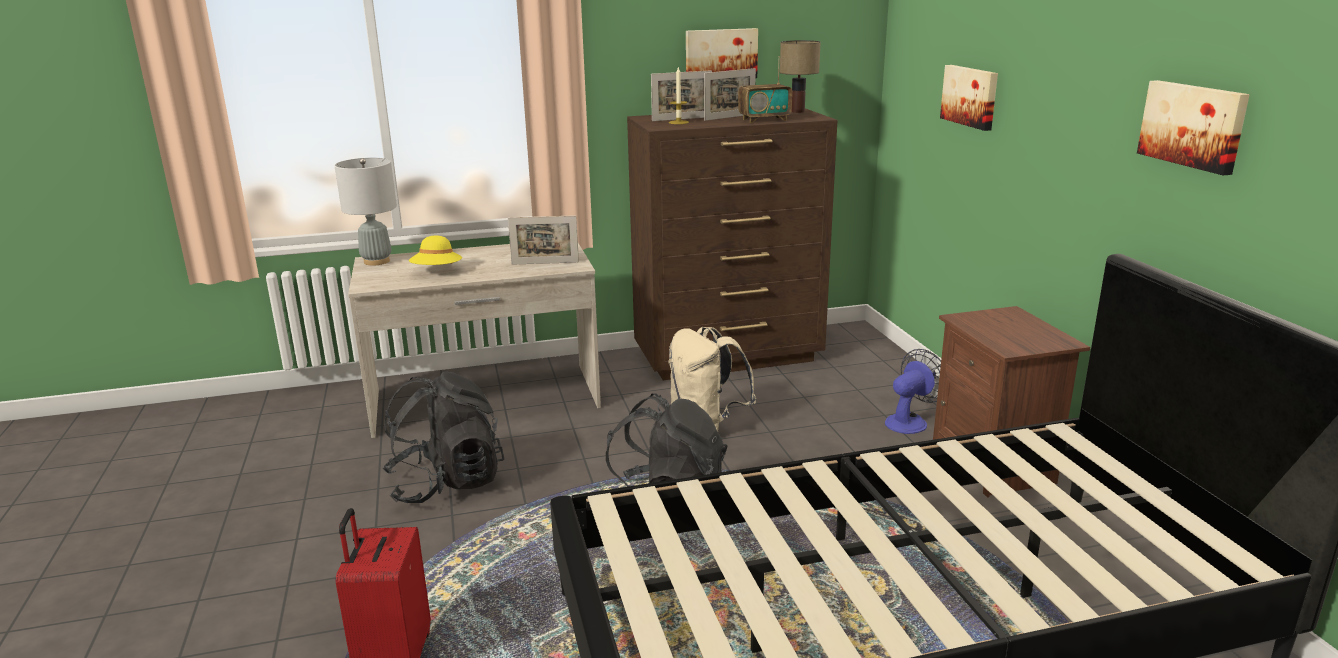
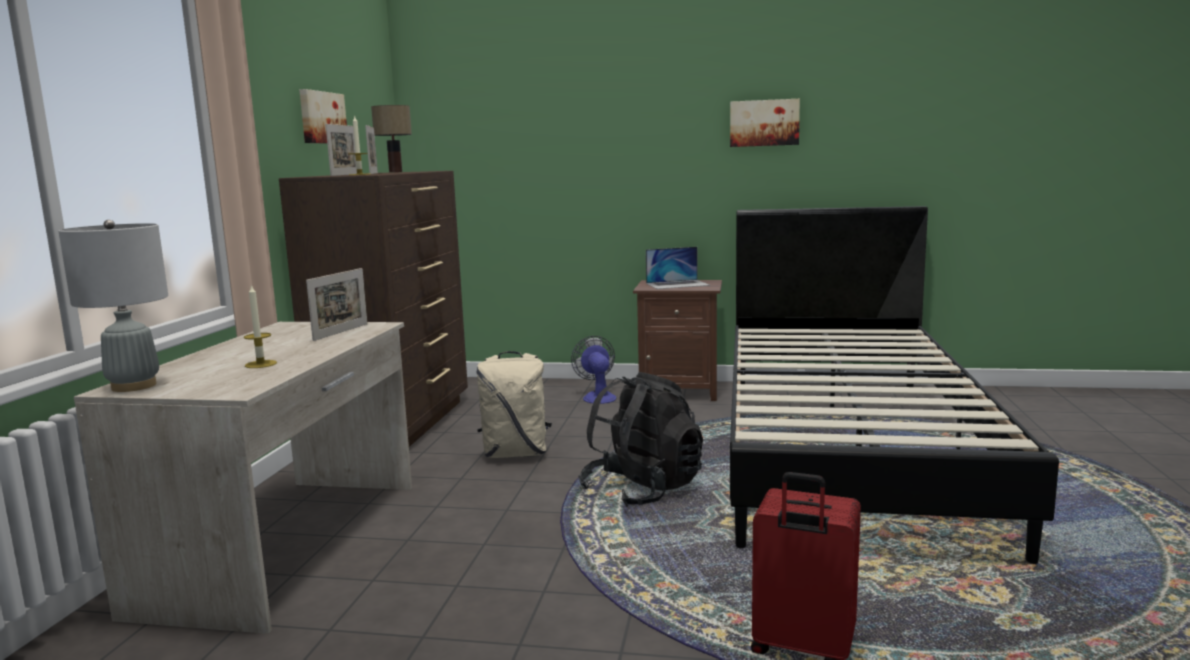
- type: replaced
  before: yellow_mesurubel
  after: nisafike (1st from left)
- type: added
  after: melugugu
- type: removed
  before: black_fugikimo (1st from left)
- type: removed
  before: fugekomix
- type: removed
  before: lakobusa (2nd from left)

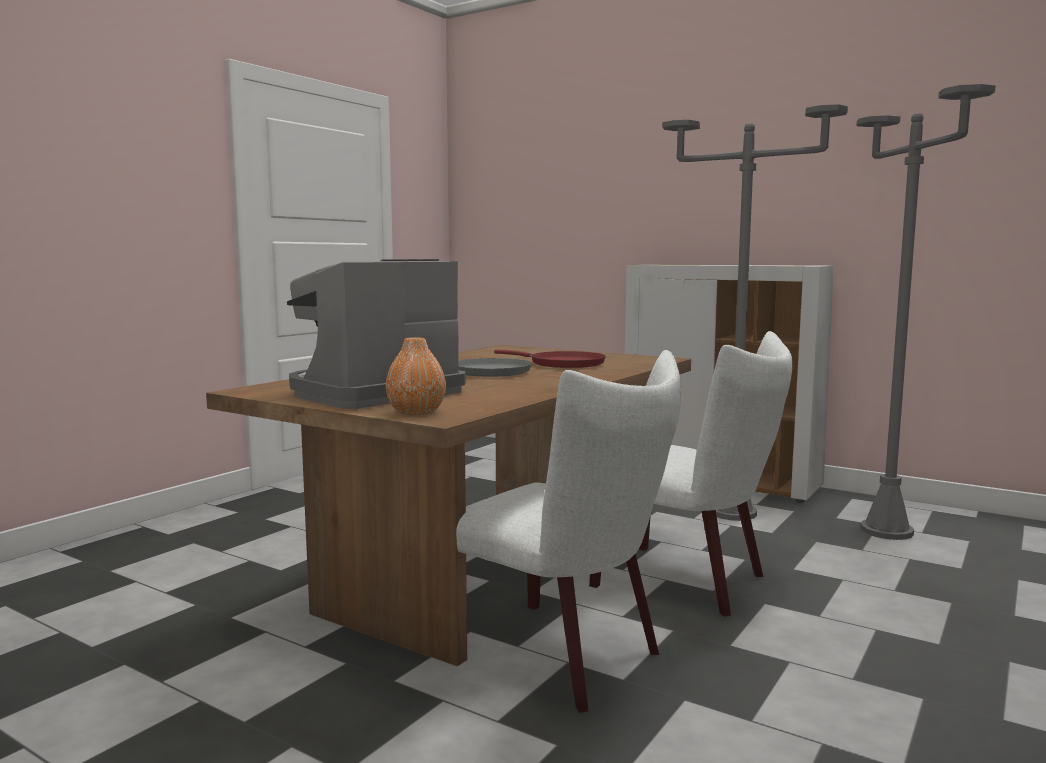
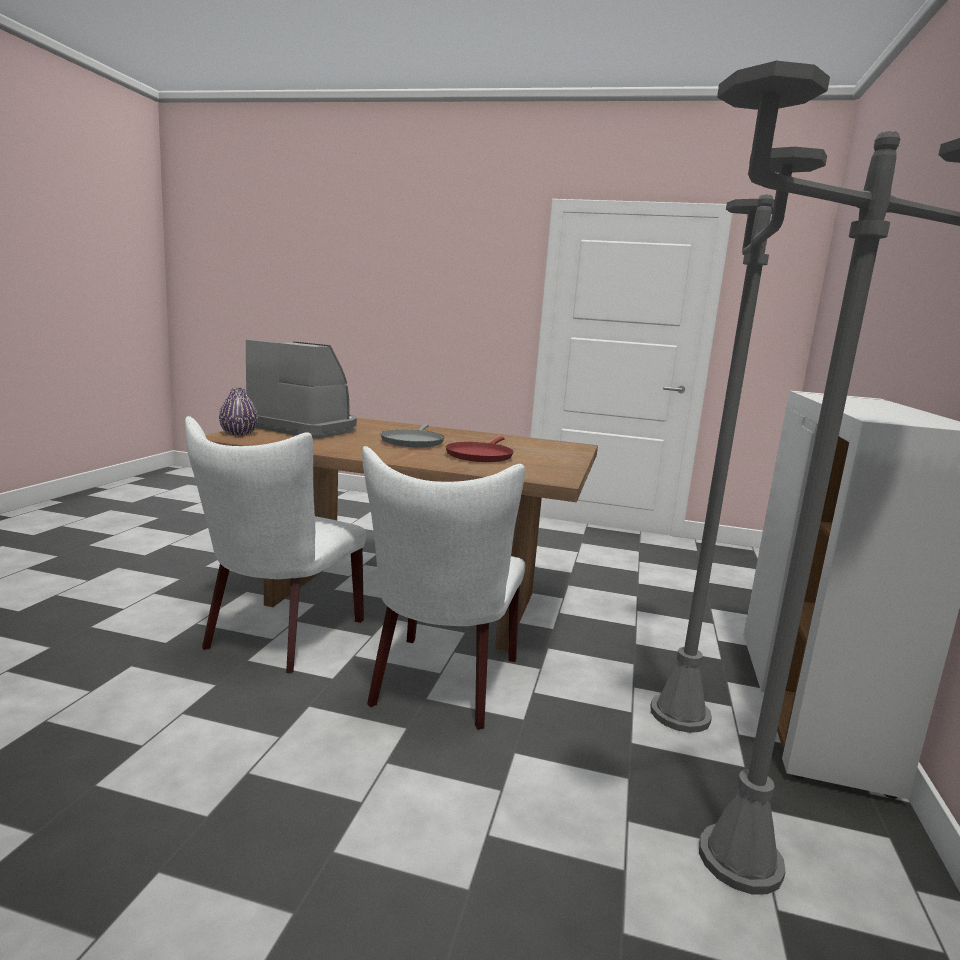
- type: recoloured
  before: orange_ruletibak
  after: purple_ruletibak

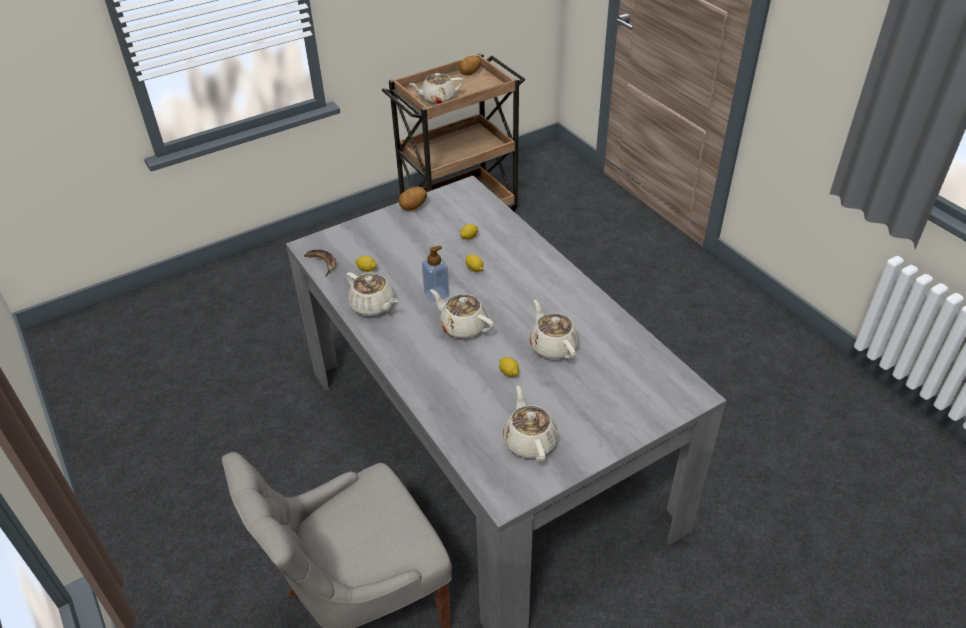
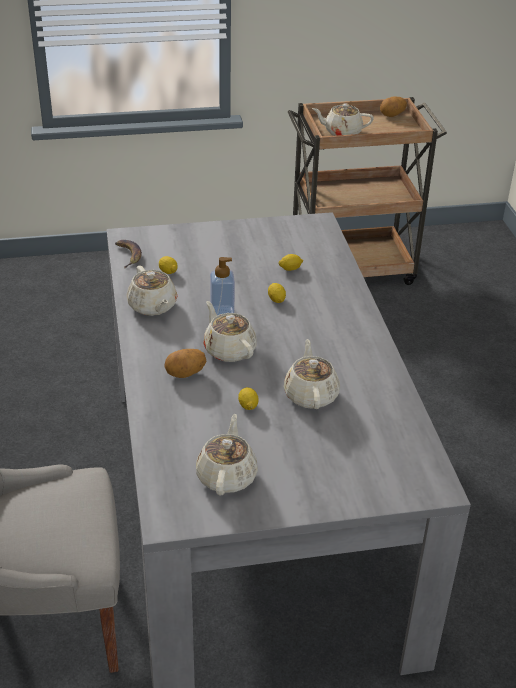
- type: moved
  before: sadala (1st from left)

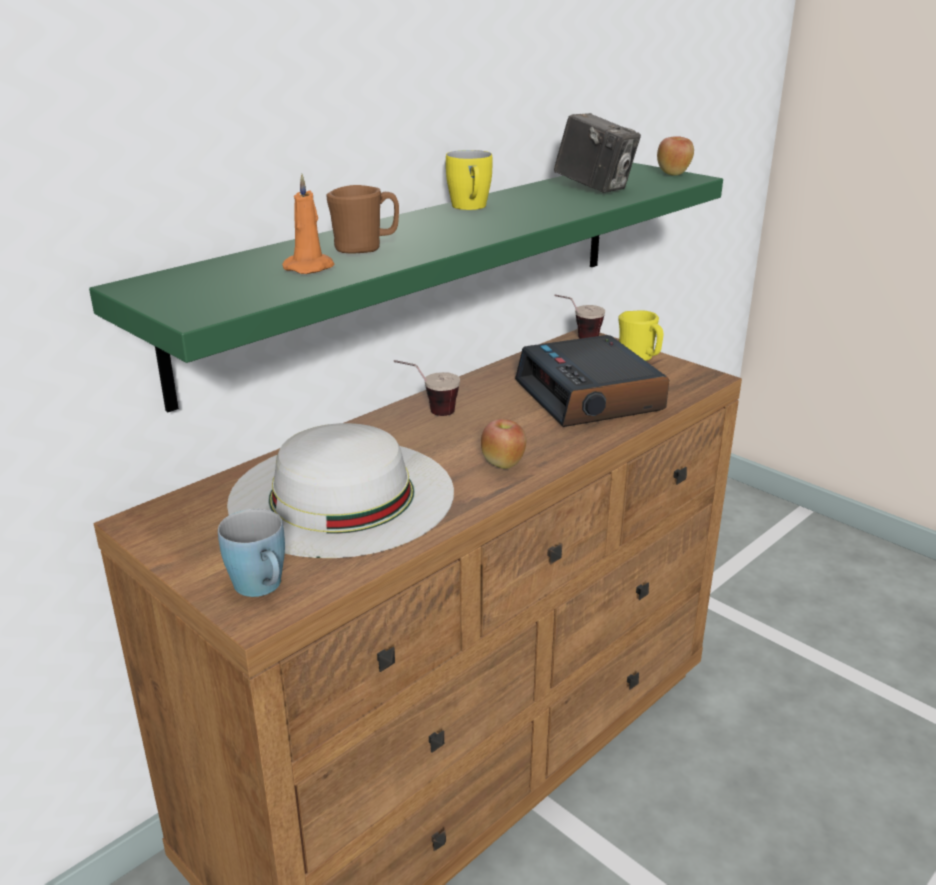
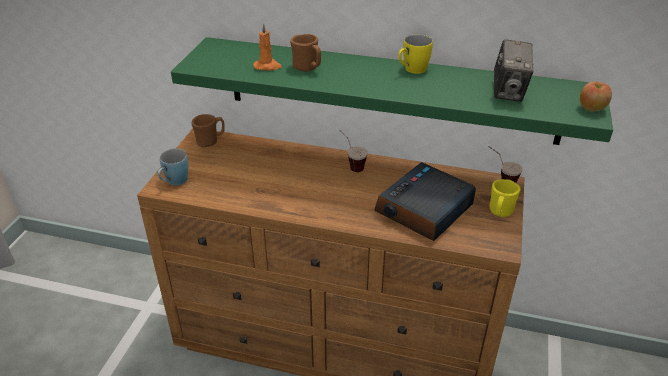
- type: added
  after: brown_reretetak (1st from left)
- type: removed
  before: white_mesurubel
- type: removed
  before: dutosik (1st from left)

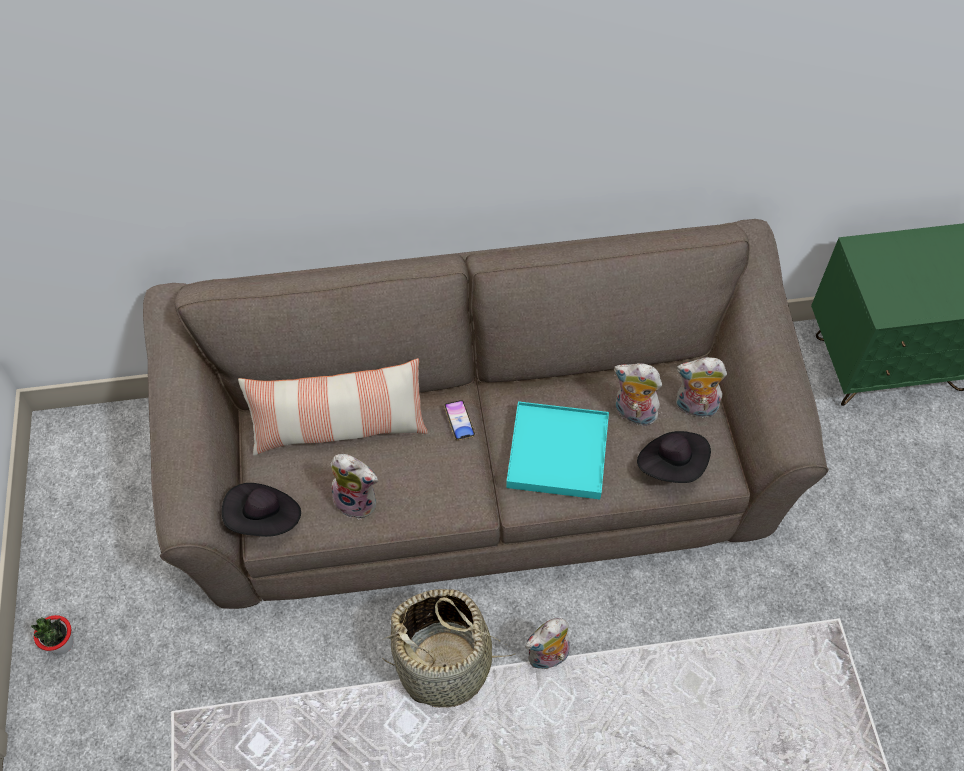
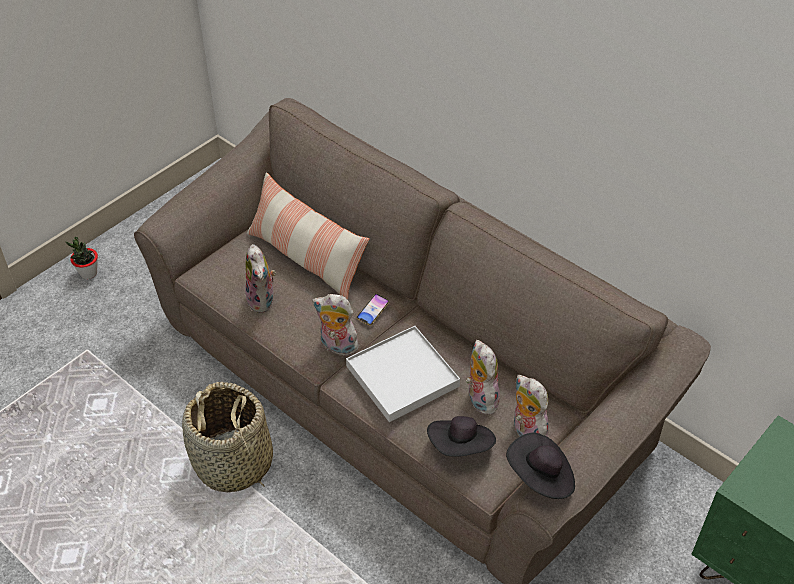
- type: moved
  before: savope (2nd from left)
- type: recoloured
  before: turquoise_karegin
  after: white_karegin
- type: moved
  before: black_mesurubel (1st from left in the first image)
  after: black_mesurubel (2nd from left)

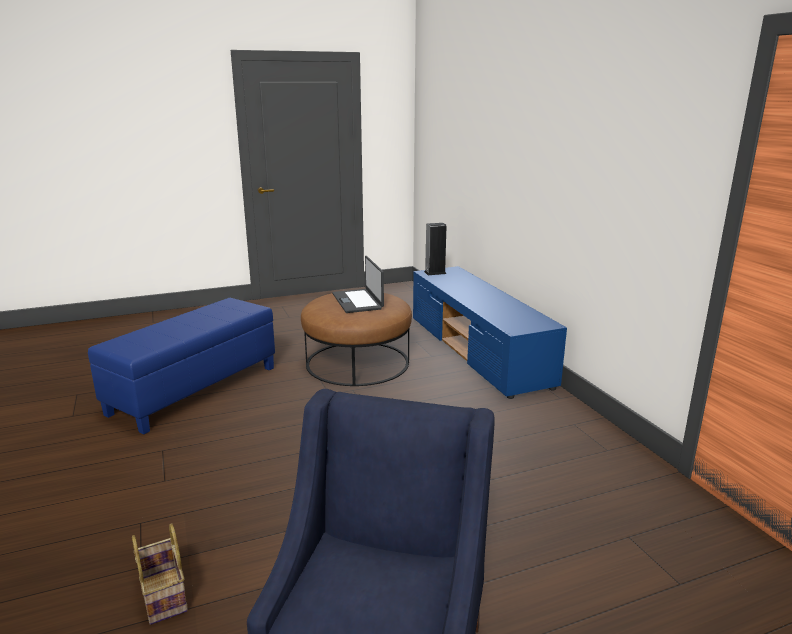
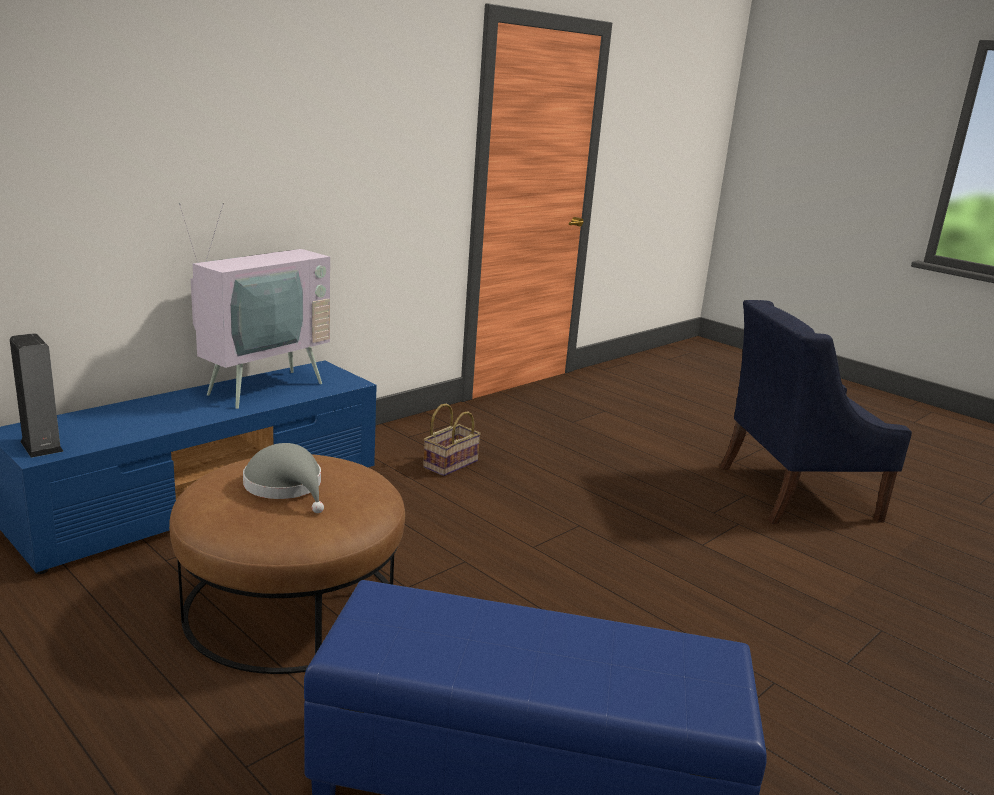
- type: added
  after: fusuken
- type: replaced
  before: melugugu
  after: grey_mesurubel
- type: moved
  before: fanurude

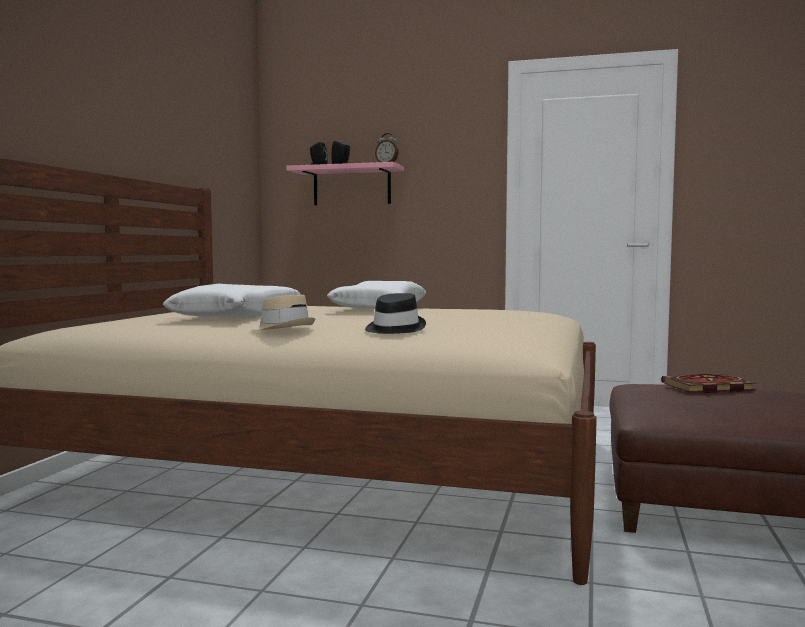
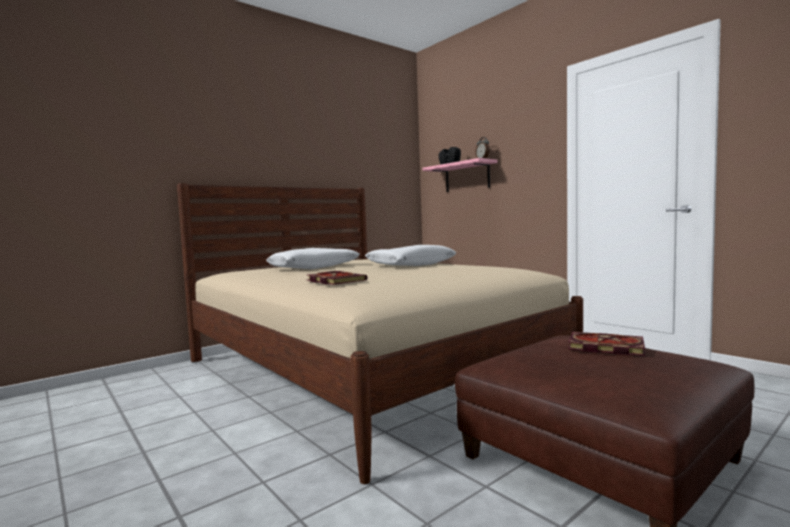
- type: replaced
  before: black_mesurubel
  after: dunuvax (1st from left)
- type: removed
  before: beige_mesurubel

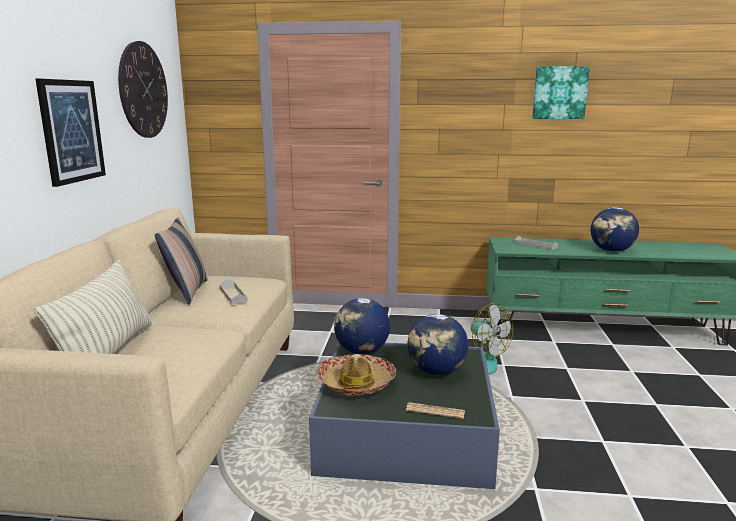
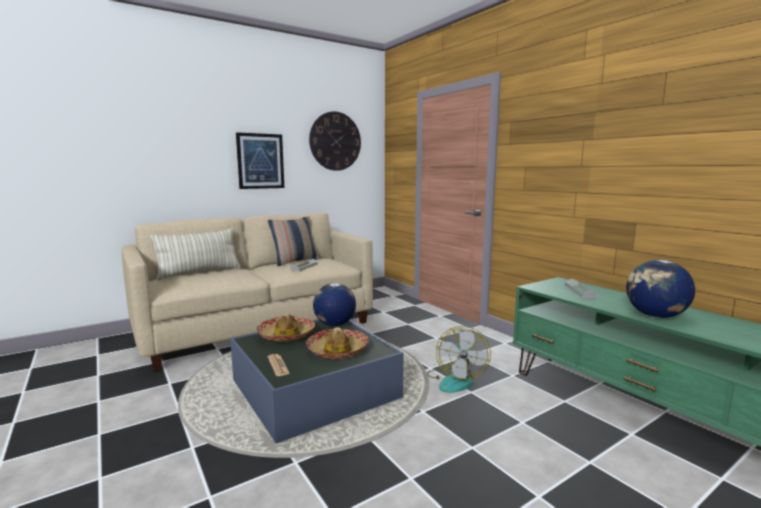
- type: replaced
  before: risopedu (2nd from left)
  after: mesurubel (2nd from left)
- type: removed
  before: lakobusa (2nd from left)

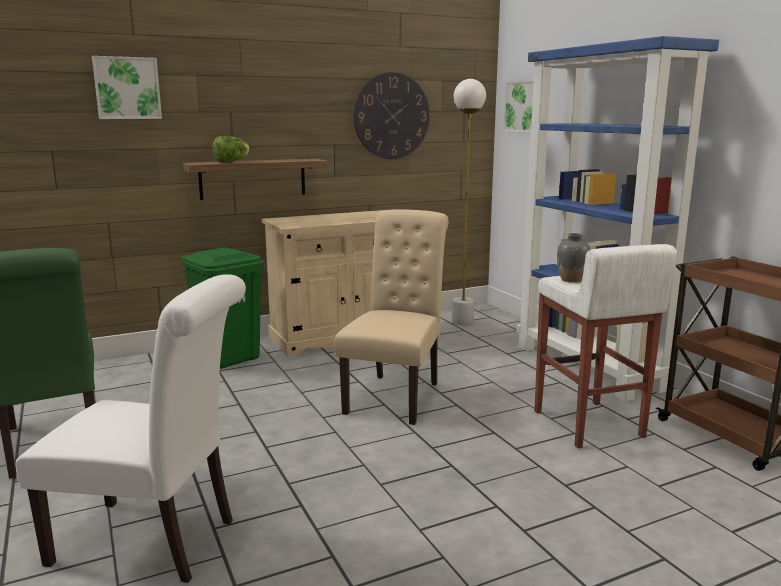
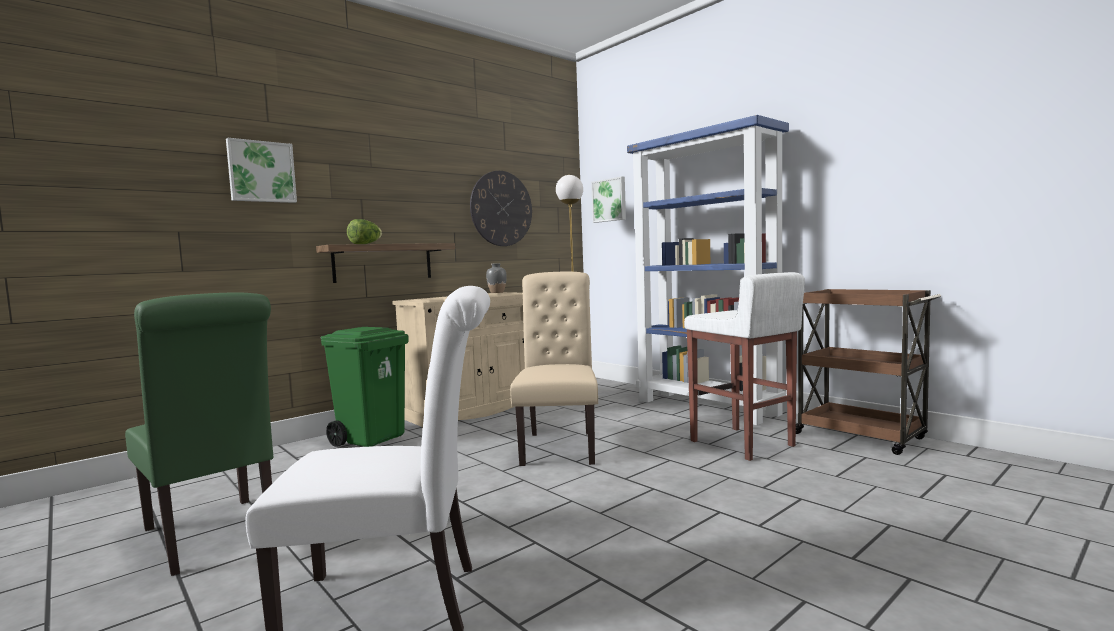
- type: moved
  before: grey_ruletibak

